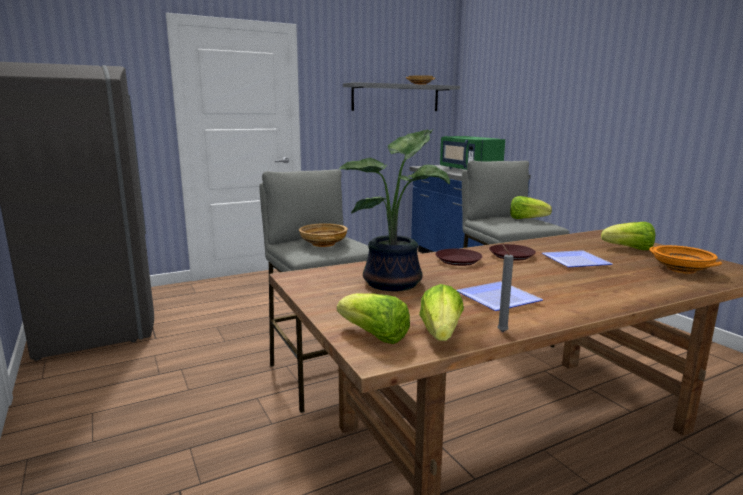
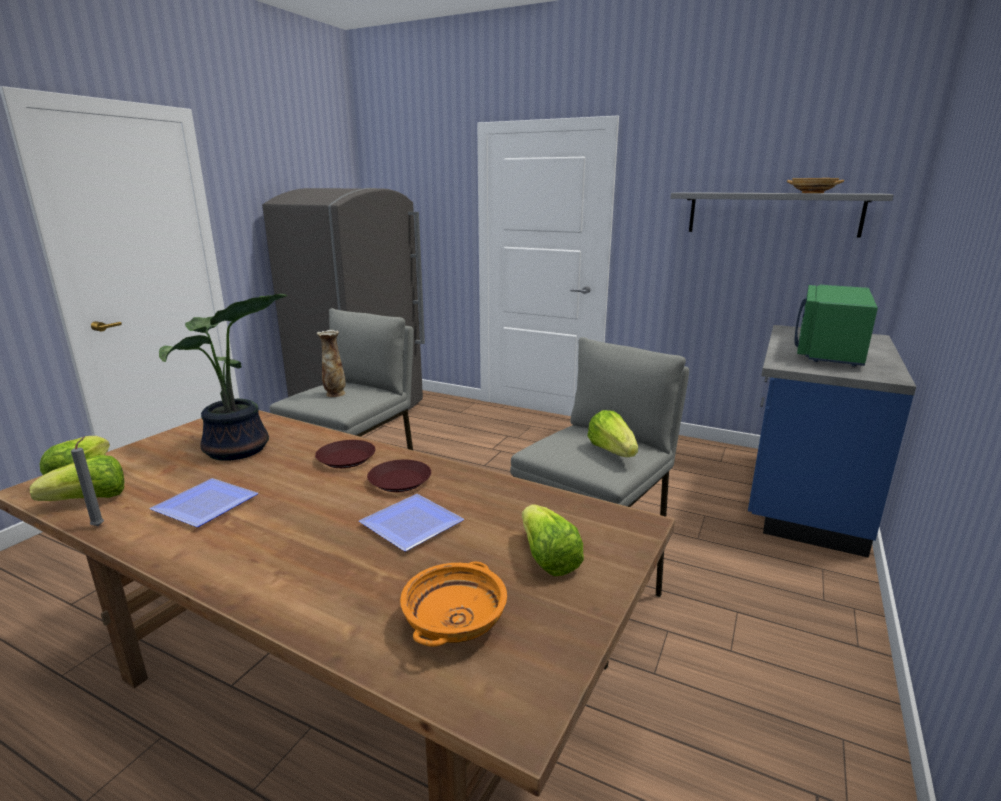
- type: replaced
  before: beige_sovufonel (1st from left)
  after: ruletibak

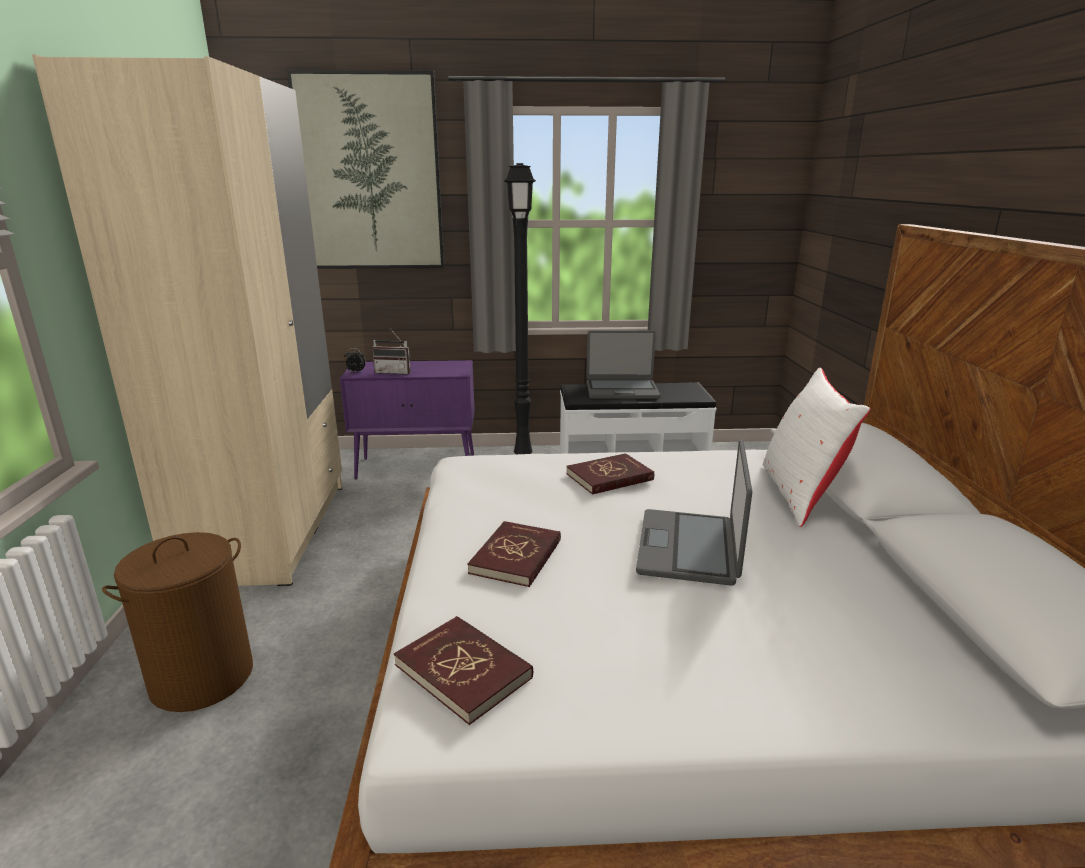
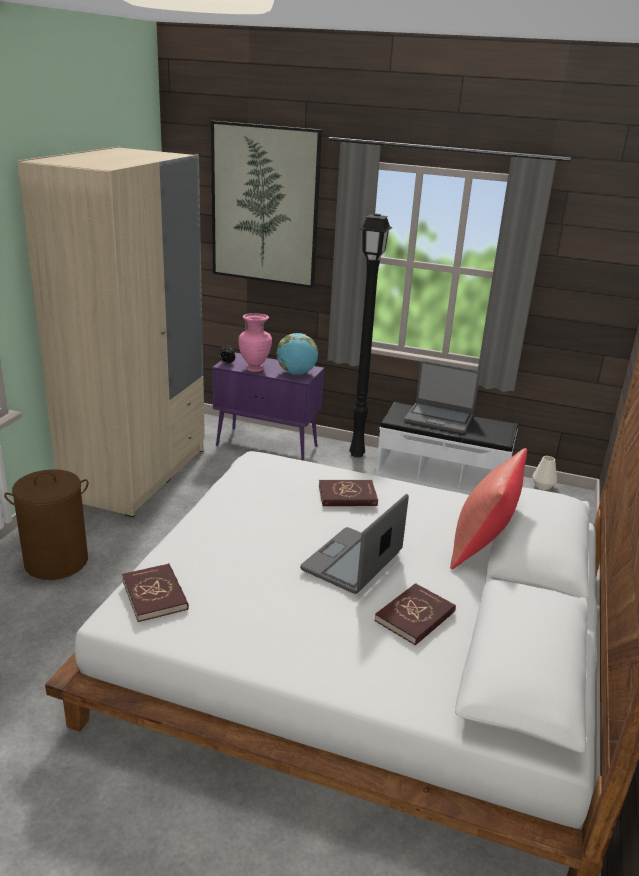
- type: replaced
  before: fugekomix
  after: pink_ruletibak
- type: added
  after: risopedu
- type: moved
  before: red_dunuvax (2nd from left in the first image)
  after: red_dunuvax (3rd from left)
- type: recoloured
  before: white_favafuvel
  after: red_favafuvel
- type: added
  after: white_ruletibak

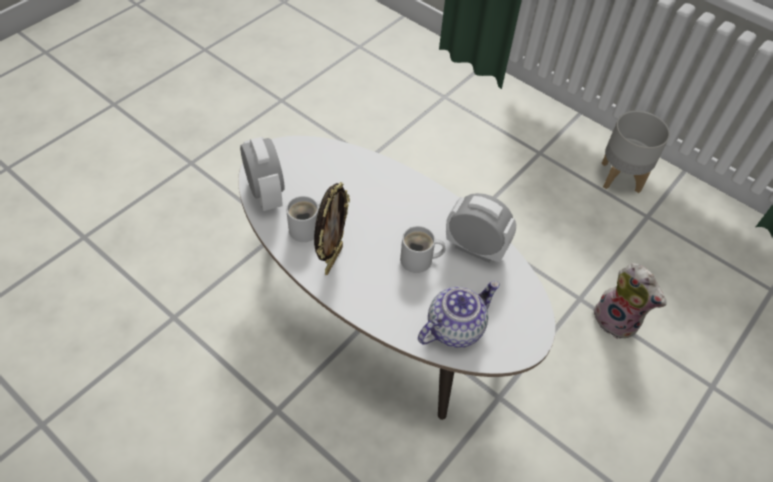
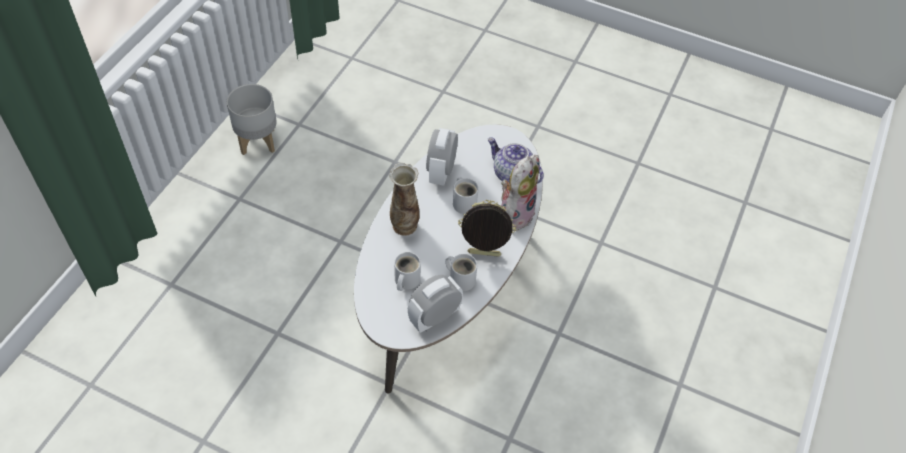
- type: added
  after: ruletibak
- type: added
  after: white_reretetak (1st from left)
- type: moved
  before: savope

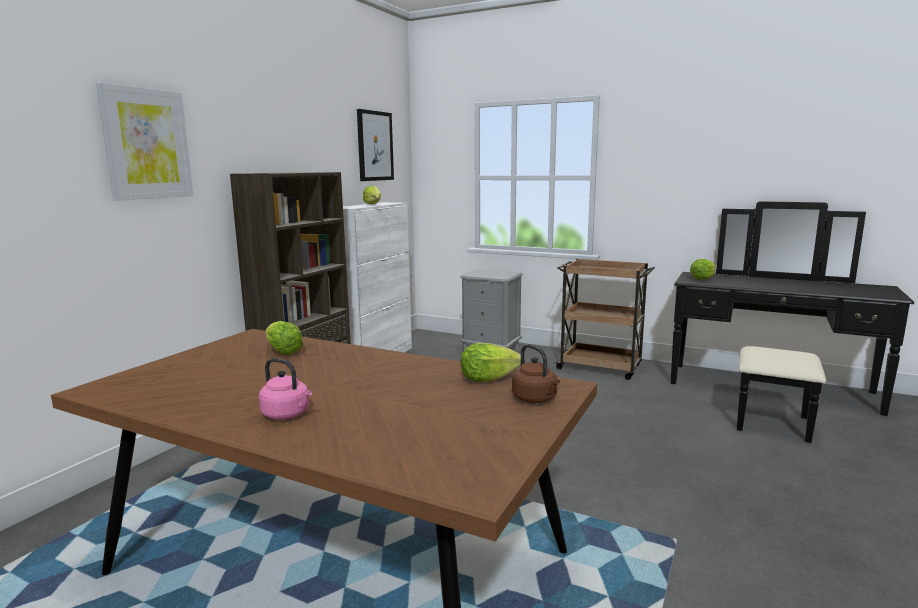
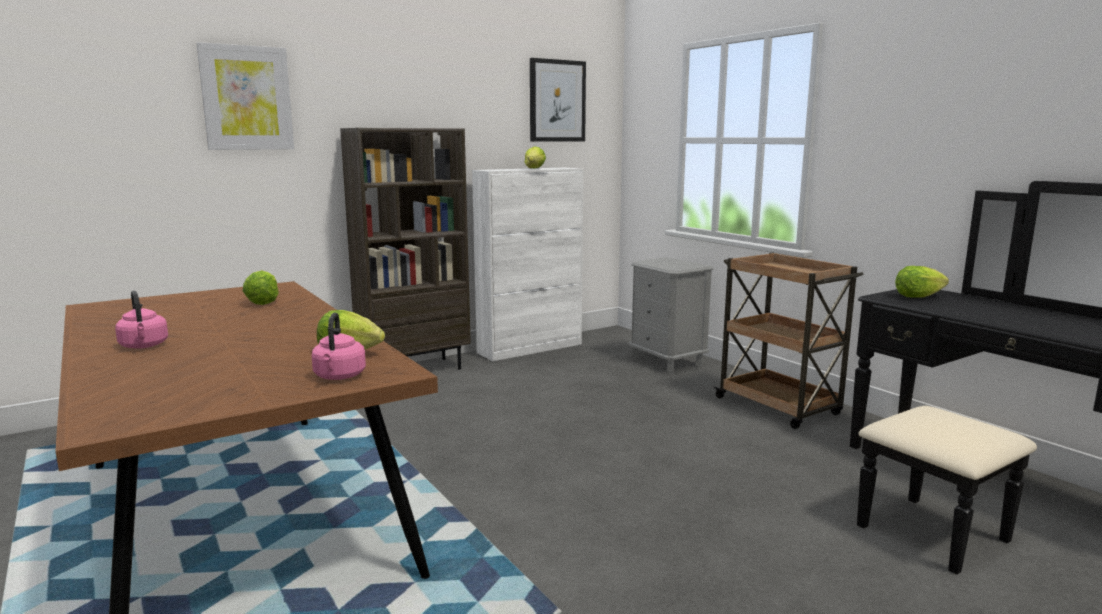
- type: recoloured
  before: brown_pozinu
  after: pink_pozinu (2nd from left)

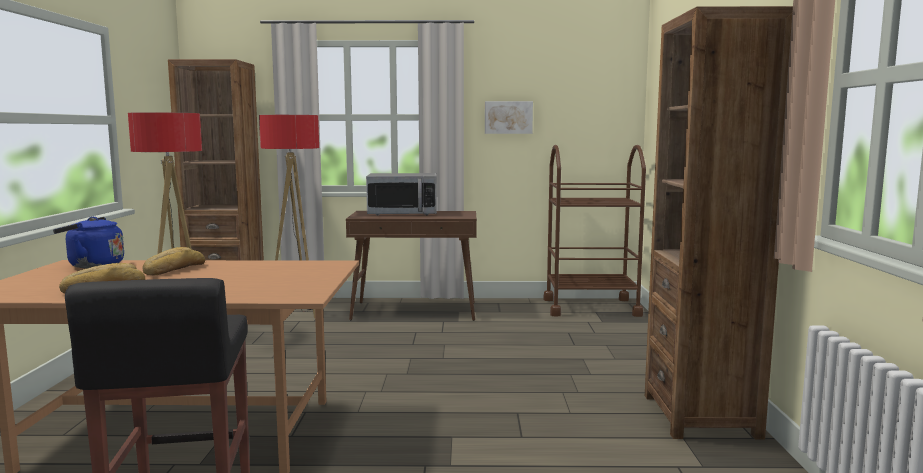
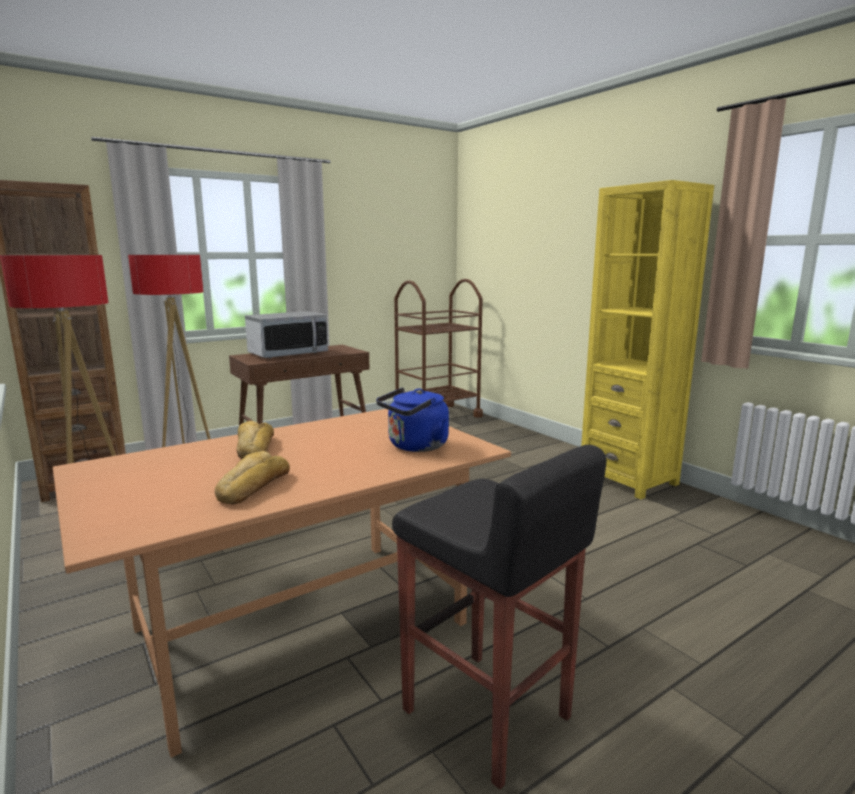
- type: moved
  before: blue_pozinu
- type: recoloured
  before: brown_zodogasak (2nd from left)
  after: yellow_zodogasak
- type: removed
  before: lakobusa

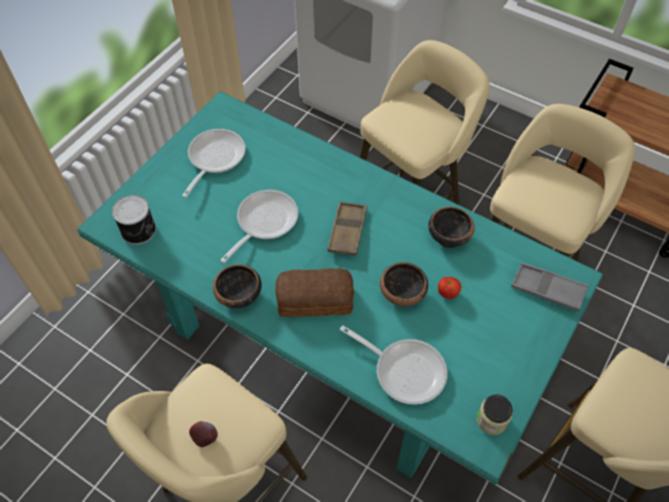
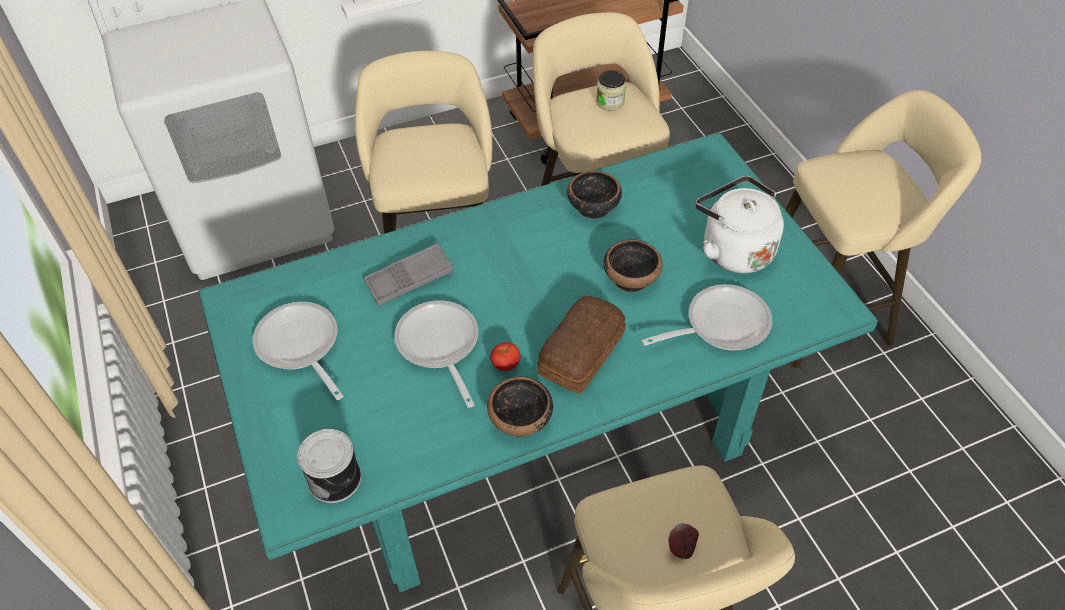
- type: moved
  before: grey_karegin
- type: moved
  before: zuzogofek
- type: moved
  before: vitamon
- type: added
  after: white_pozinu
- type: removed
  before: brown_karegin

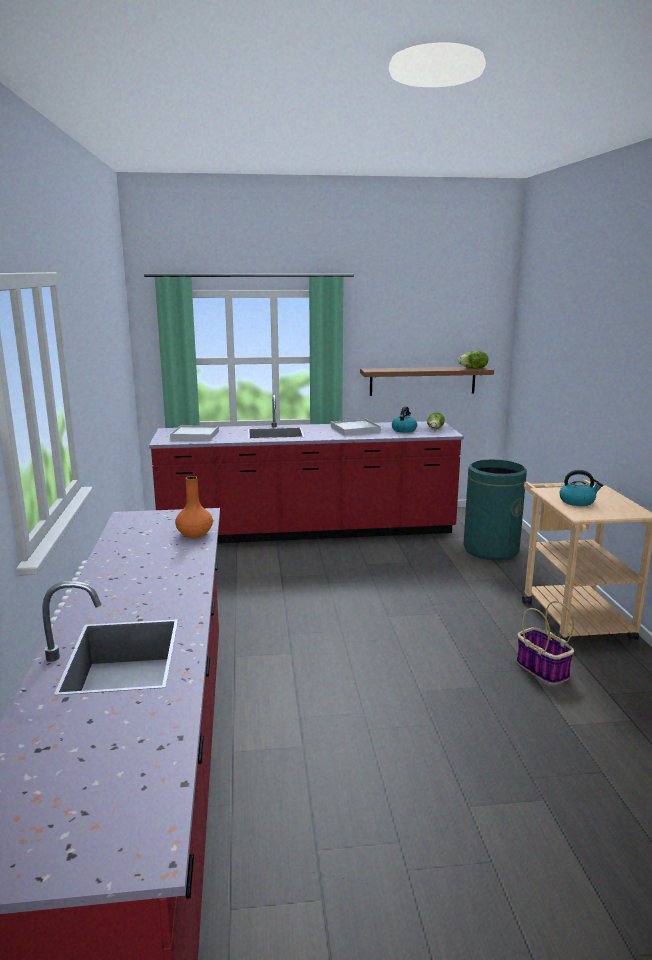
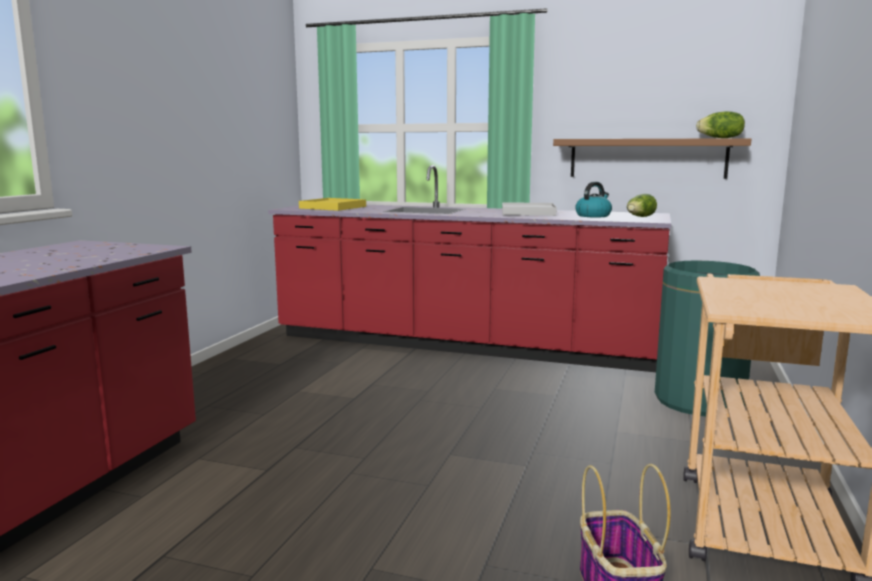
- type: recoloured
  before: white_karegin (1st from left)
  after: yellow_karegin
- type: removed
  before: orange_ruletibak
- type: removed
  before: pozinu (2nd from left)

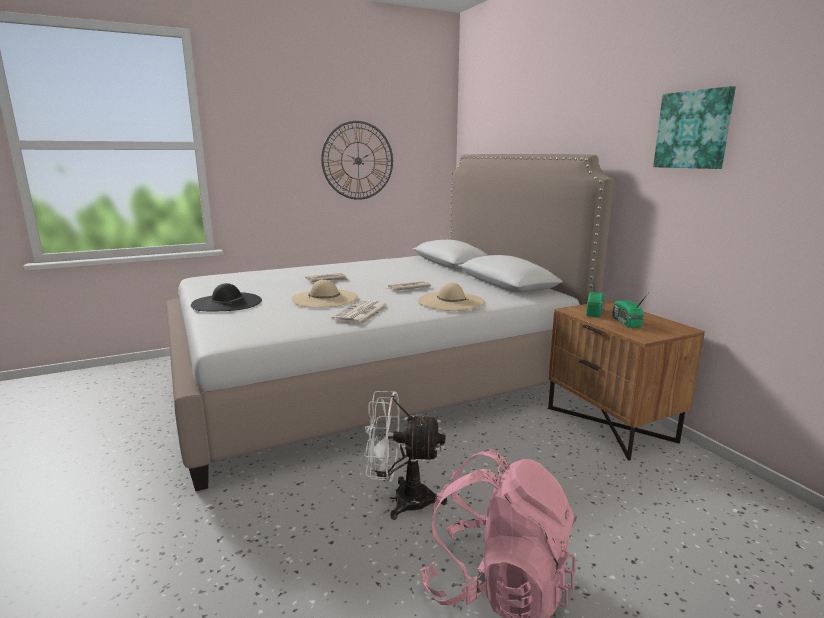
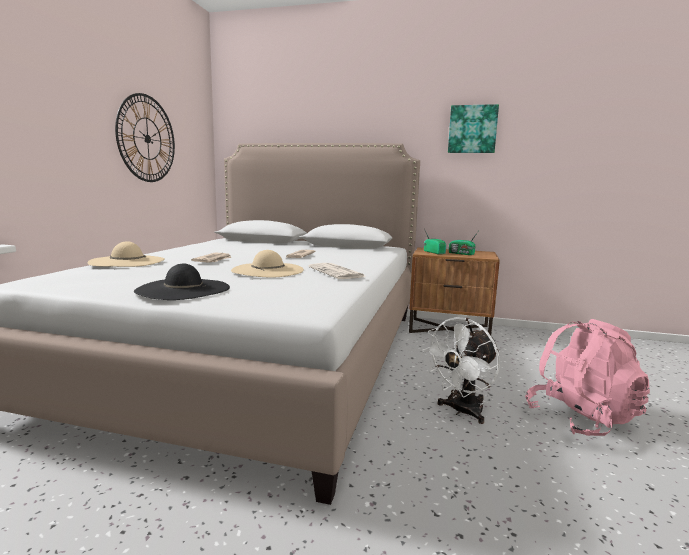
- type: moved
  before: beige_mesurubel (2nd from left in the first image)
  after: beige_mesurubel (1st from left)

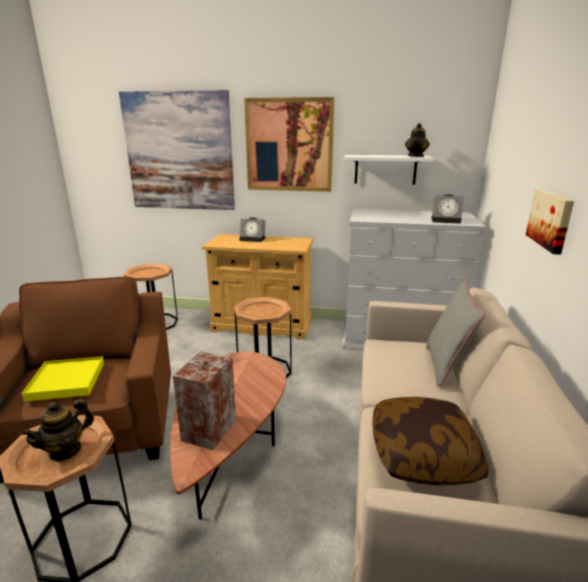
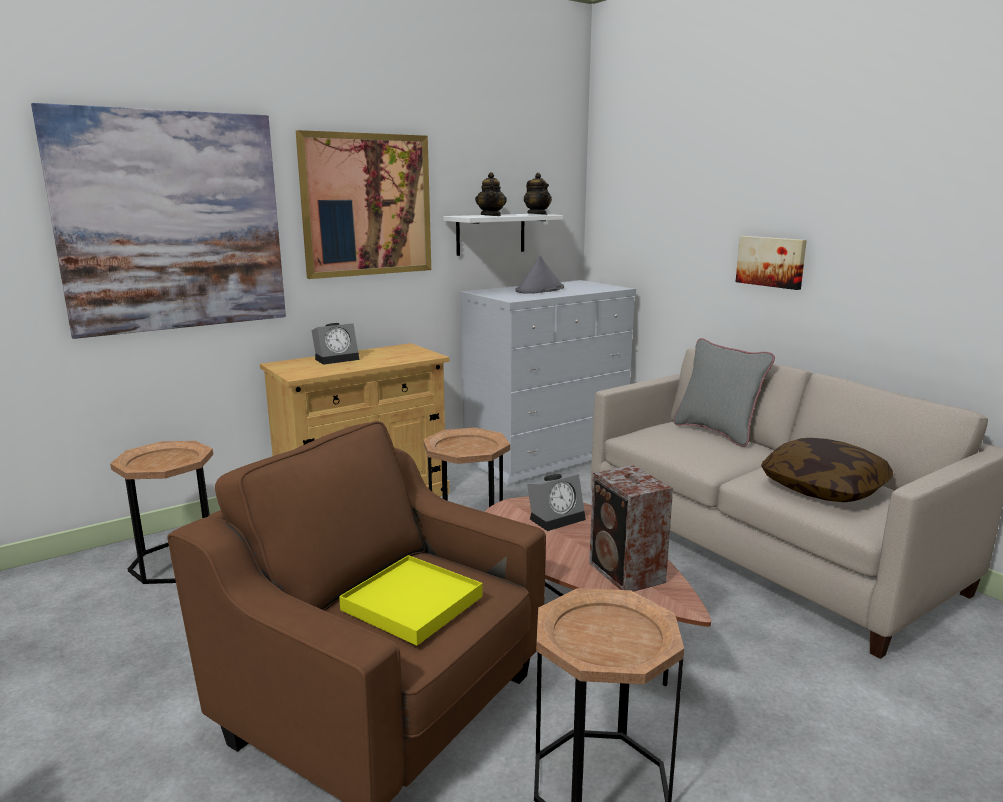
- type: moved
  before: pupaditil (1st from left)
- type: added
  after: grey_mesurubel
- type: moved
  before: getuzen (2nd from left)

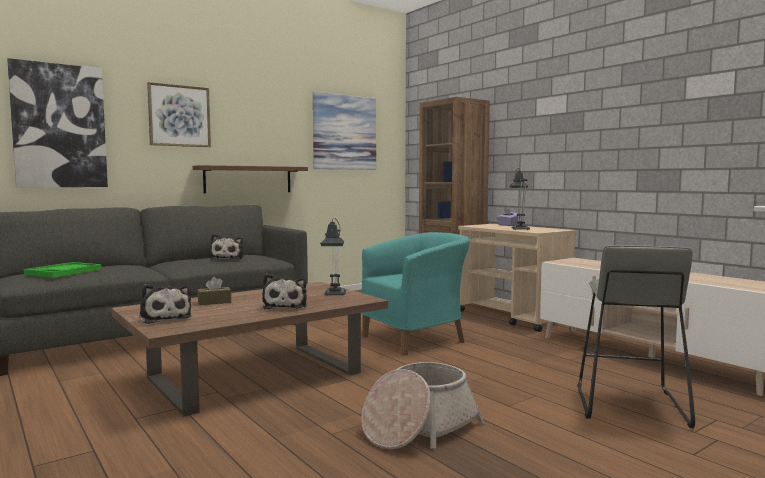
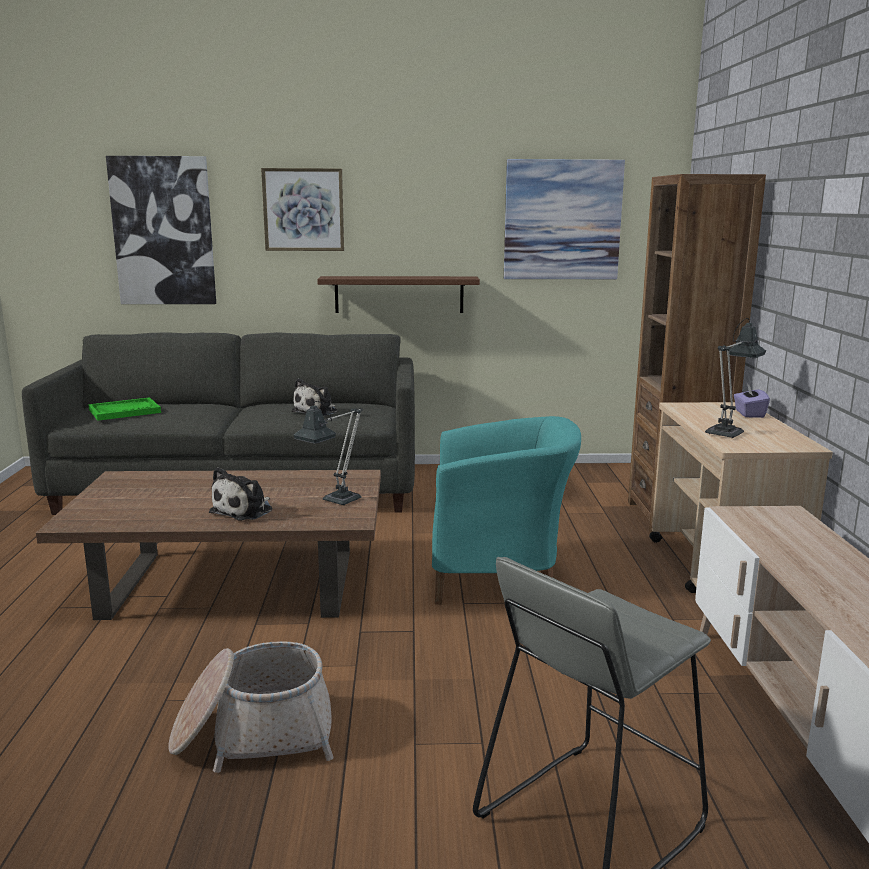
- type: removed
  before: savope (1st from left)
- type: removed
  before: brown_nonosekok

